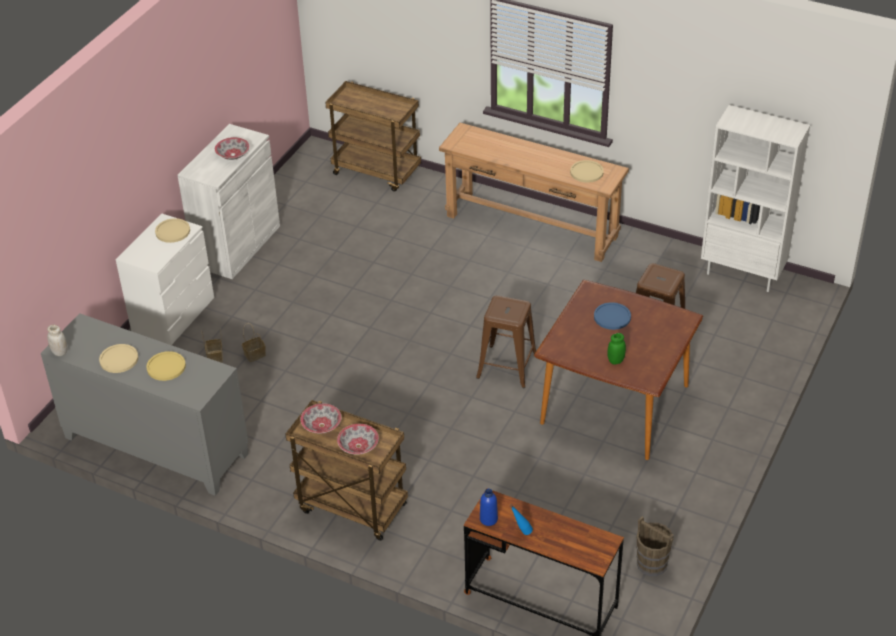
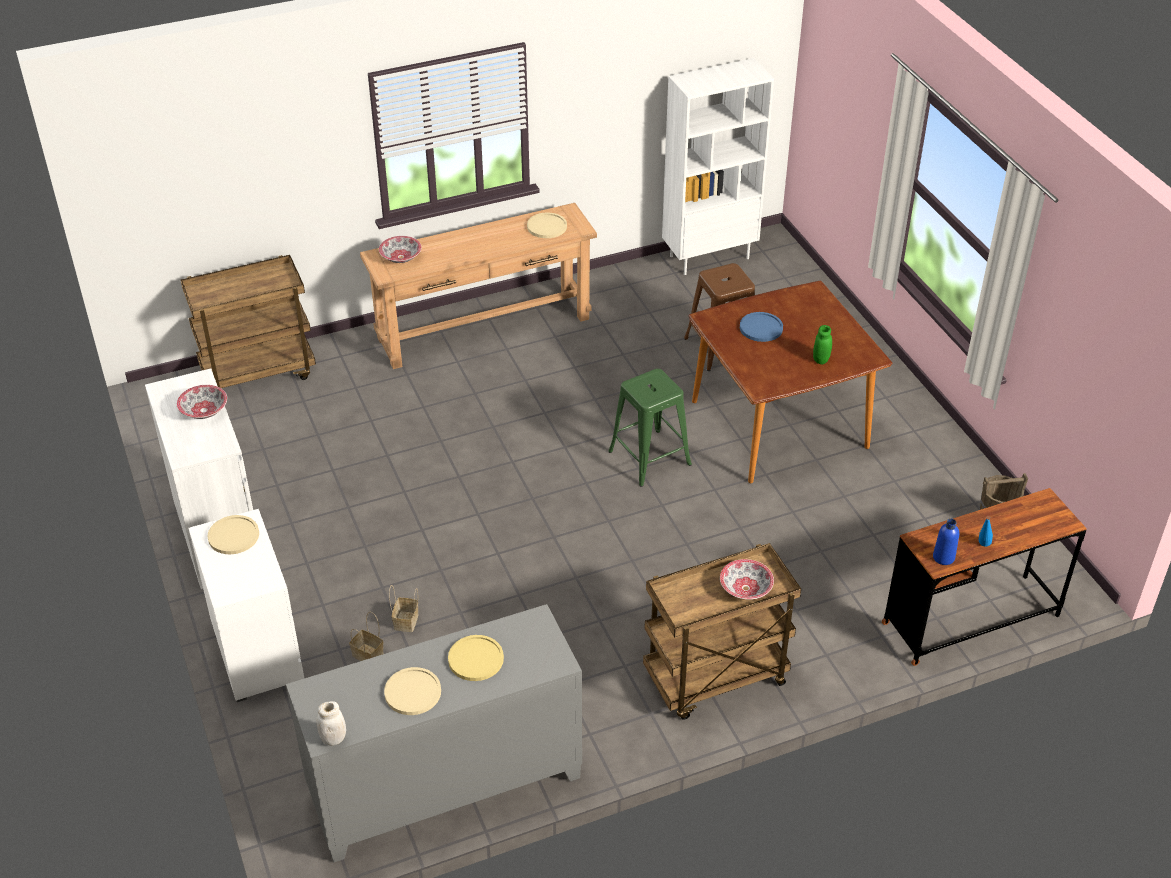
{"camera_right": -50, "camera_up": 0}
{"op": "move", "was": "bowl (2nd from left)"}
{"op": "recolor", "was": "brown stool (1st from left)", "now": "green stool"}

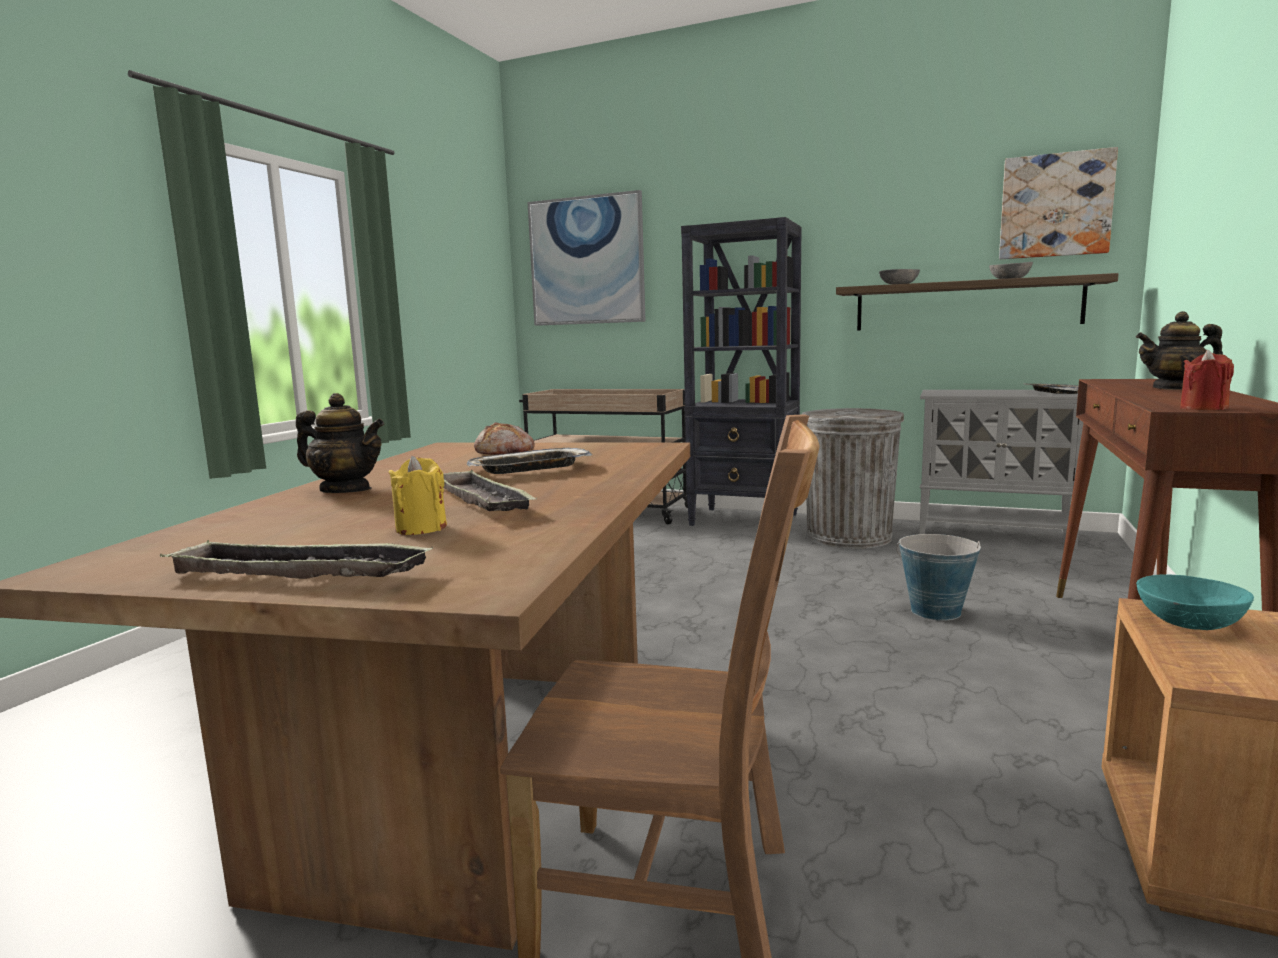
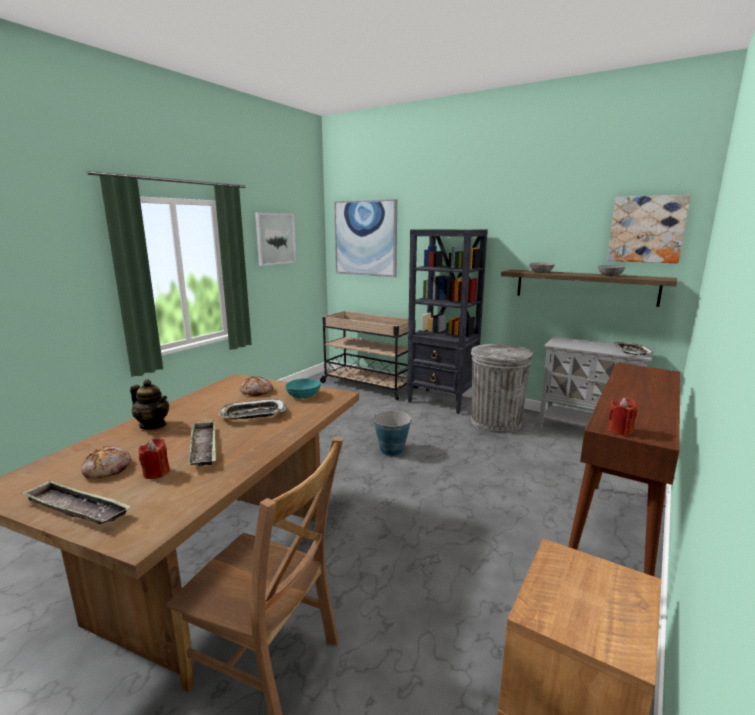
{"camera_right": 10, "camera_up": 5}
{"op": "insert", "now": "bread (1st from left)"}
{"op": "recolor", "was": "yellow candle", "now": "red candle (1st from left)"}
{"op": "insert", "now": "picture (1st from left)"}
{"op": "move", "was": "turquoise bowl"}
{"op": "move", "was": "bucket"}
{"op": "delete", "was": "teapot (2nd from left)"}

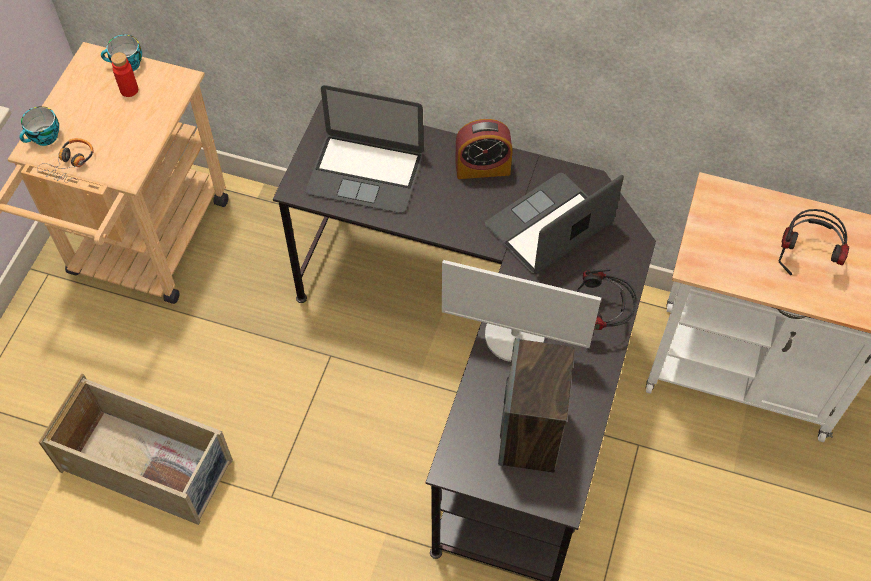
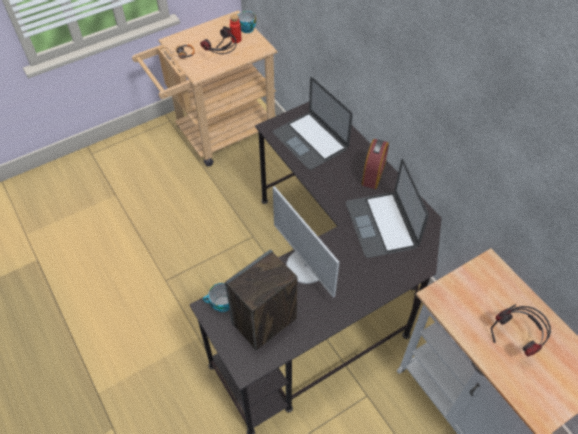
{"camera_right": 40, "camera_up": -5}
{"op": "move", "was": "headphones (2nd from left)"}
{"op": "move", "was": "cup (1st from left)"}
{"op": "rotate", "was": "laptop (2nd from left)", "clockwise": -105}
{"op": "rotate", "was": "alarm clock", "clockwise": -105}
{"op": "delete", "was": "beige storage box"}

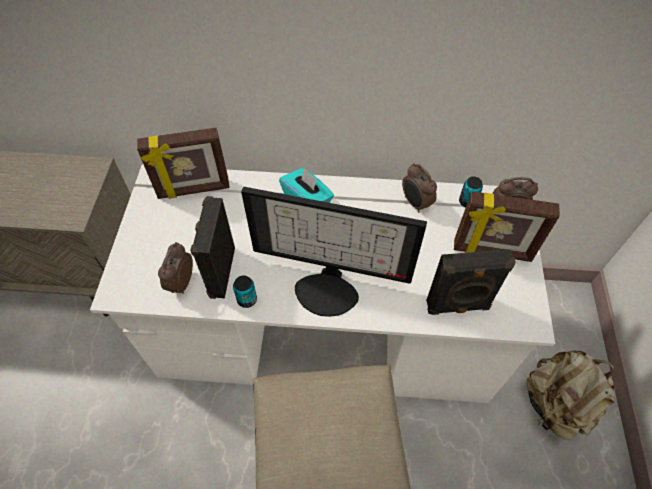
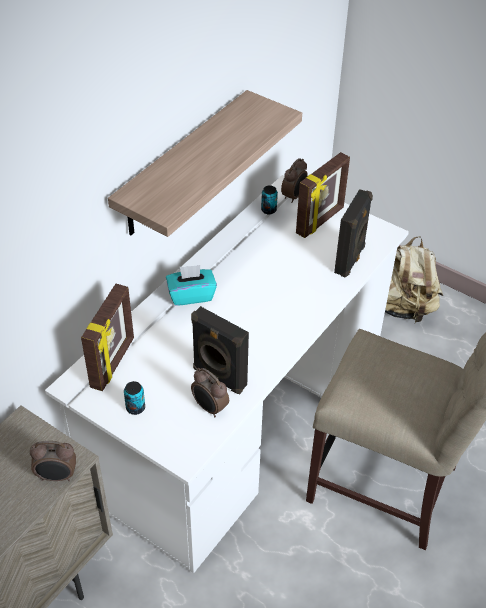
{"camera_right": -60, "camera_up": -10}
{"op": "move", "was": "alarm clock (2nd from left in the first image)", "now": "alarm clock (1st from left)"}
{"op": "insert", "now": "shelf"}
{"op": "move", "was": "can (1st from left)"}
{"op": "delete", "was": "monitor"}

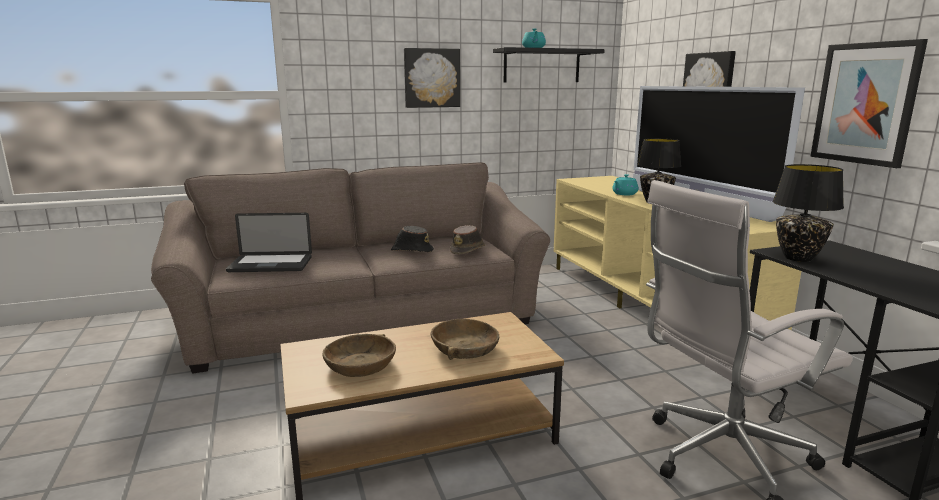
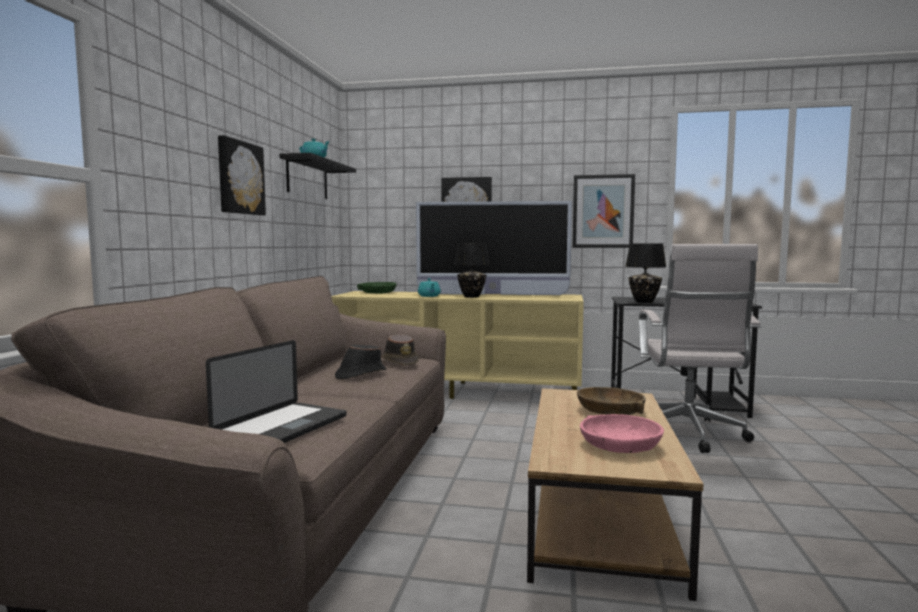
{"camera_right": -60, "camera_up": -10}
{"op": "insert", "now": "green bowl"}
{"op": "recolor", "was": "brown bowl (1st from left)", "now": "pink bowl"}

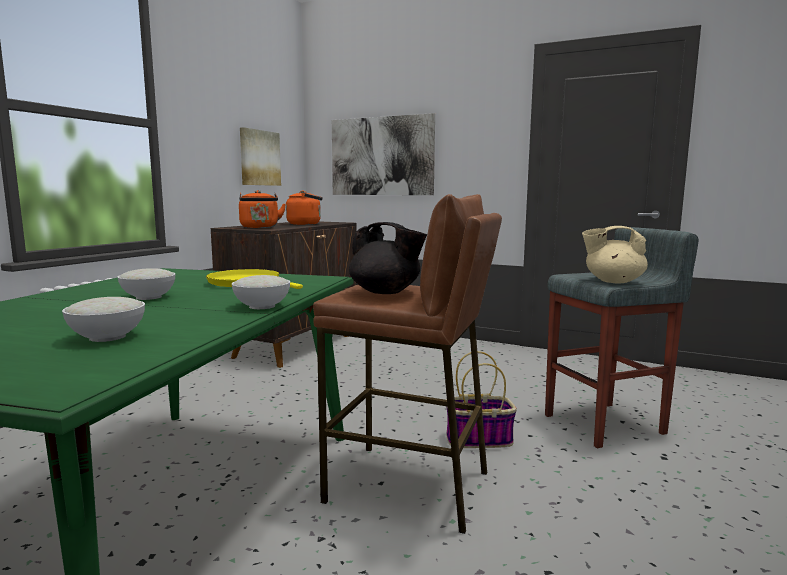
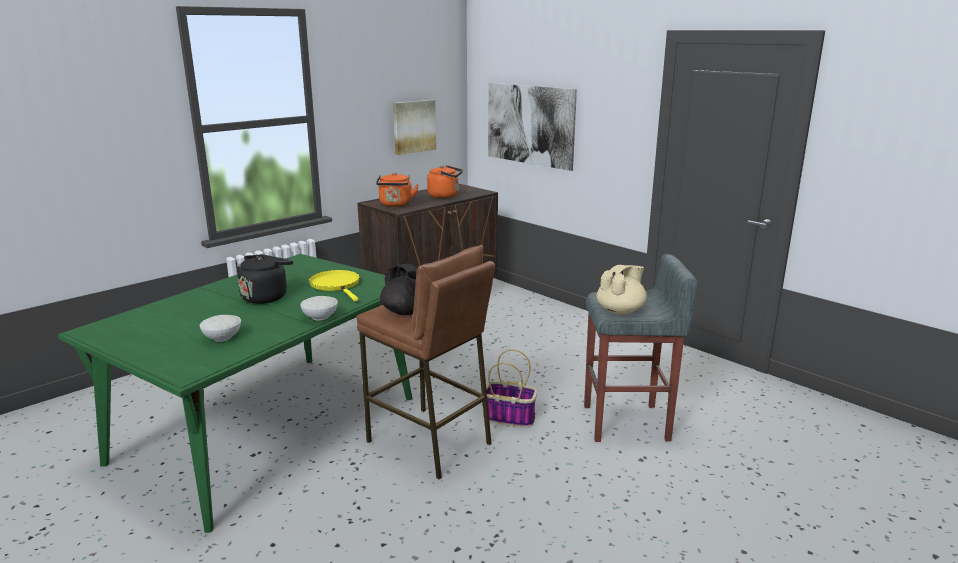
{"camera_right": 20, "camera_up": 10}
{"op": "replace", "was": "white bowl (2nd from left)", "now": "black kettle"}
{"op": "rotate", "was": "beige teapot", "clockwise": 105}

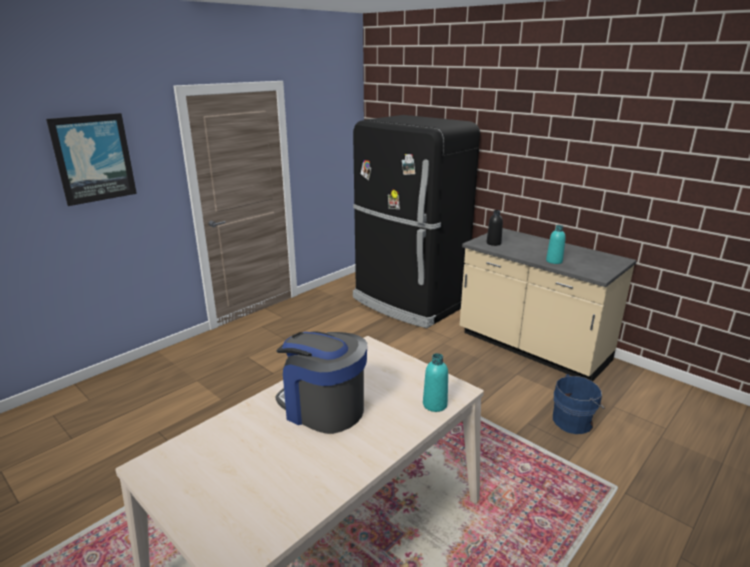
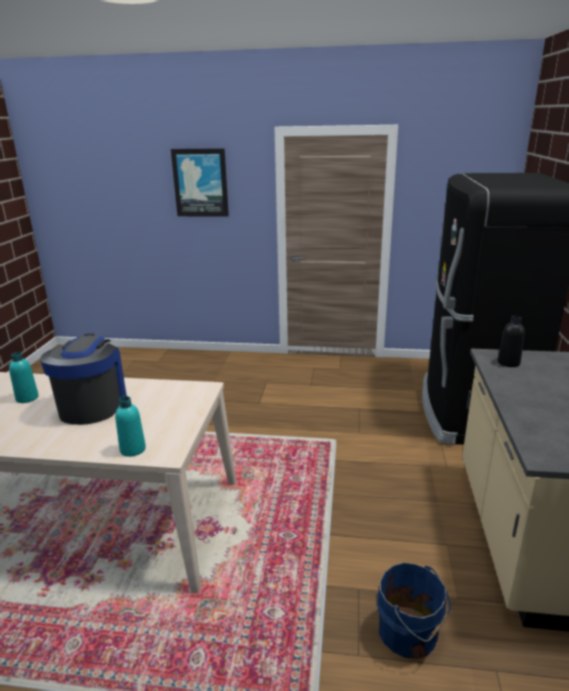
{"camera_right": 55, "camera_up": 0}
{"op": "move", "was": "turquoise bottle (2nd from left in the first image)", "now": "turquoise bottle (1st from left)"}

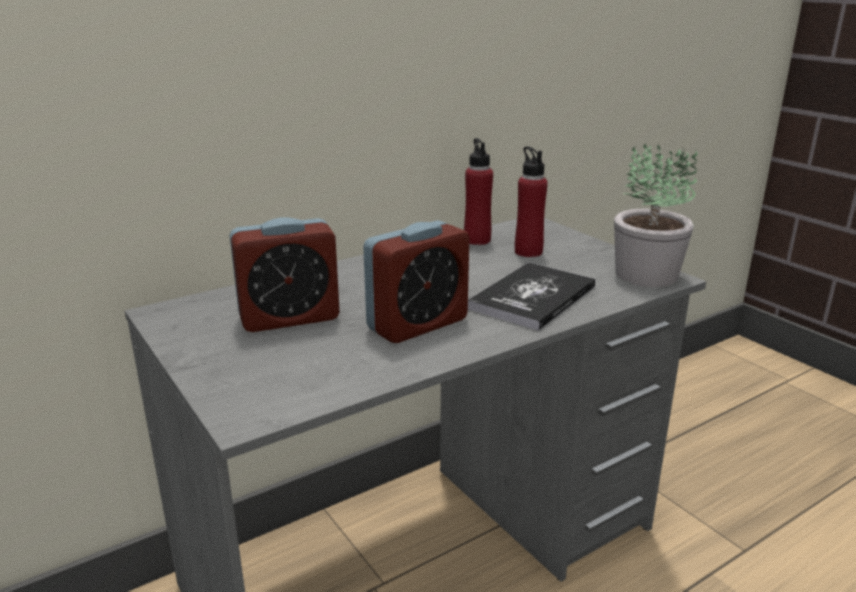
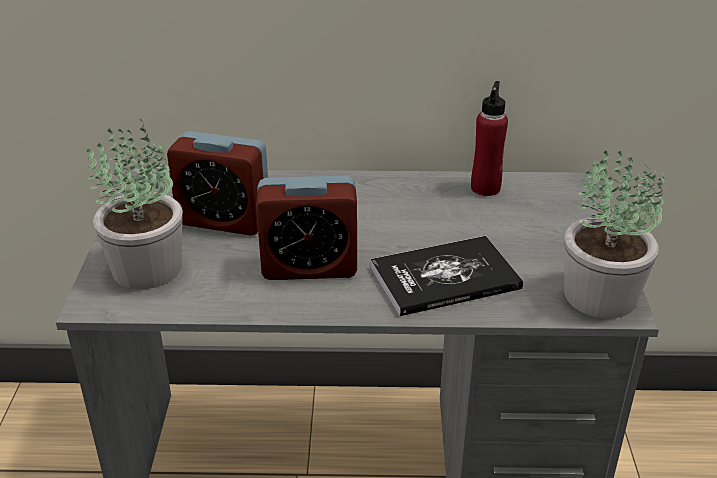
{"camera_right": 35, "camera_up": 10}
{"op": "insert", "now": "potted plant (1st from left)"}
{"op": "delete", "was": "red bottle (2nd from left)"}

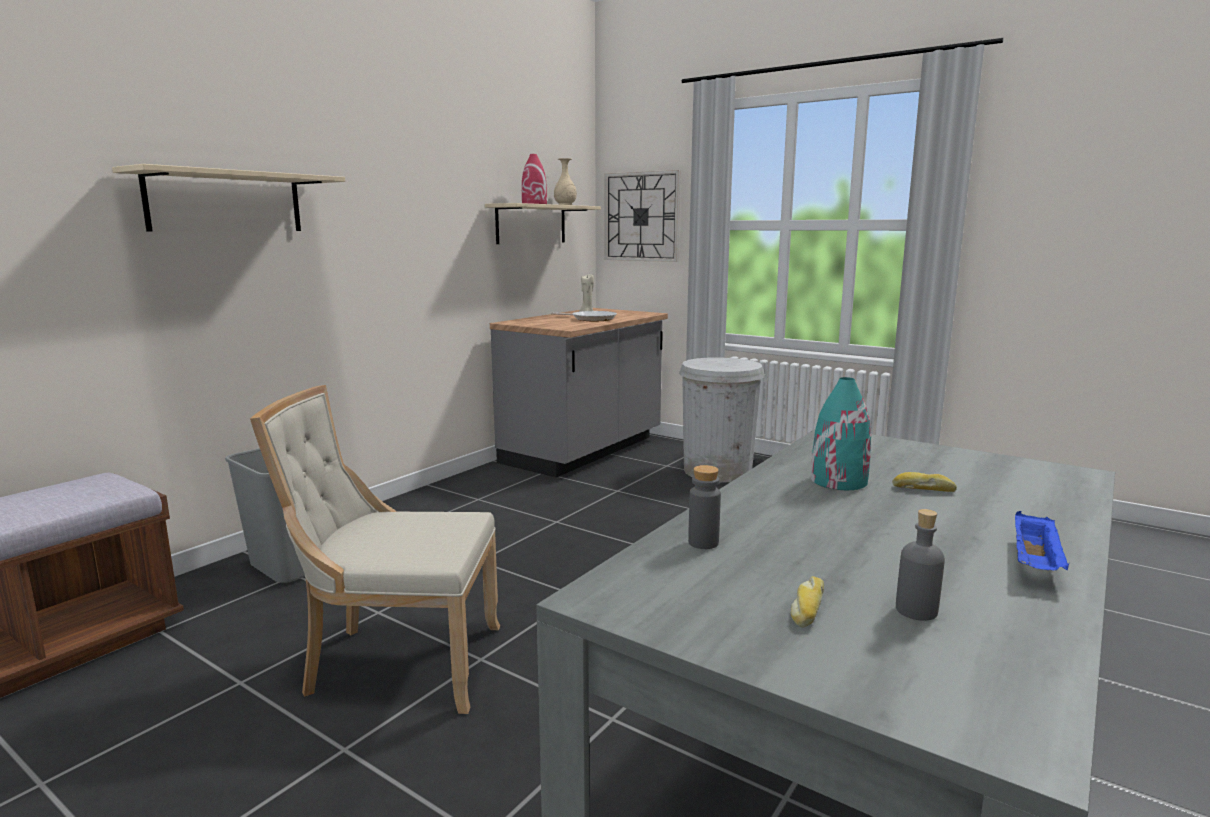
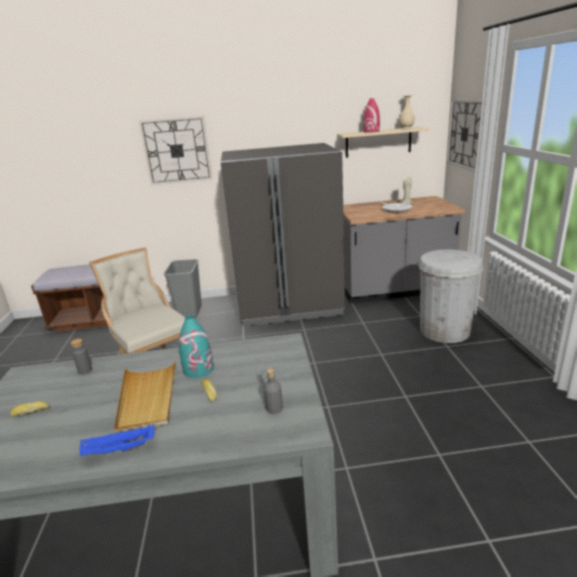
{"camera_right": 50, "camera_up": 10}
{"op": "insert", "now": "beige tray"}
{"op": "replace", "was": "beige shelf (1st from left)", "now": "wall clock (1st from left)"}
{"op": "insert", "now": "grey fridge"}
{"op": "move", "was": "grey bottle (2nd from left)"}

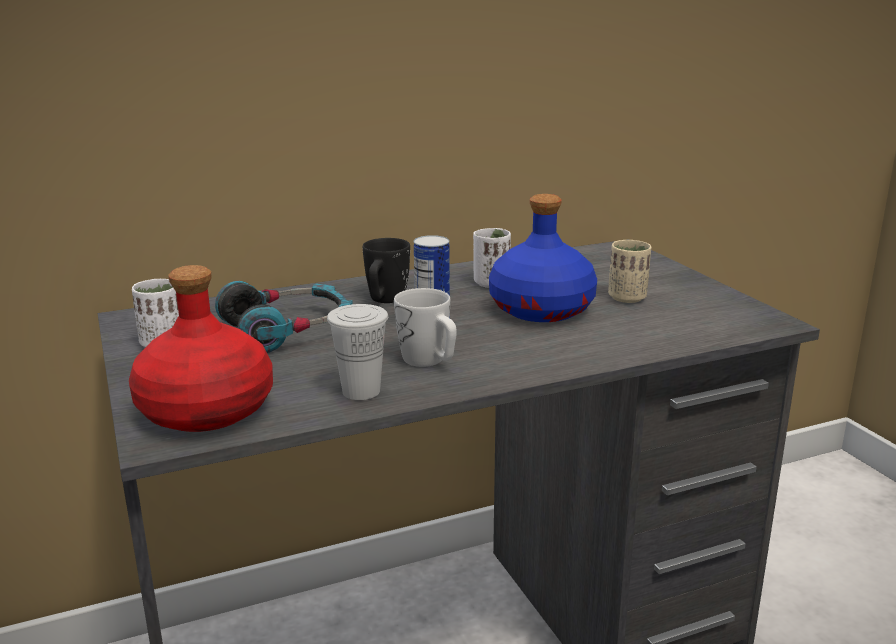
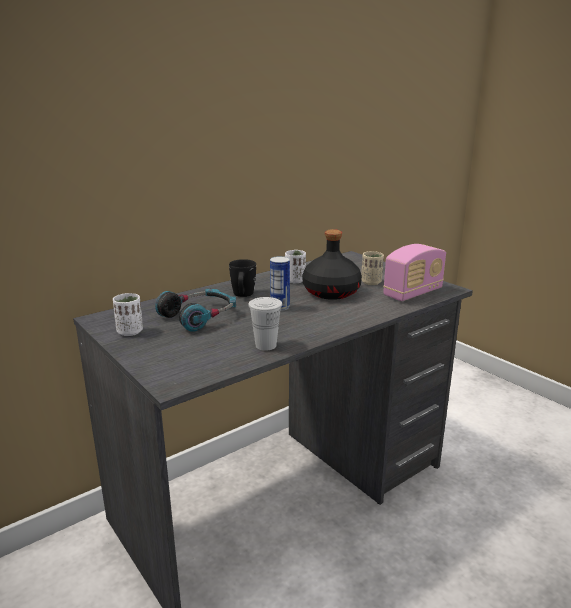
{"camera_right": -15, "camera_up": 0}
{"op": "recolor", "was": "blue bottle", "now": "black bottle"}
{"op": "insert", "now": "radio"}
{"op": "delete", "was": "red bottle"}
{"op": "delete", "was": "white mug"}

